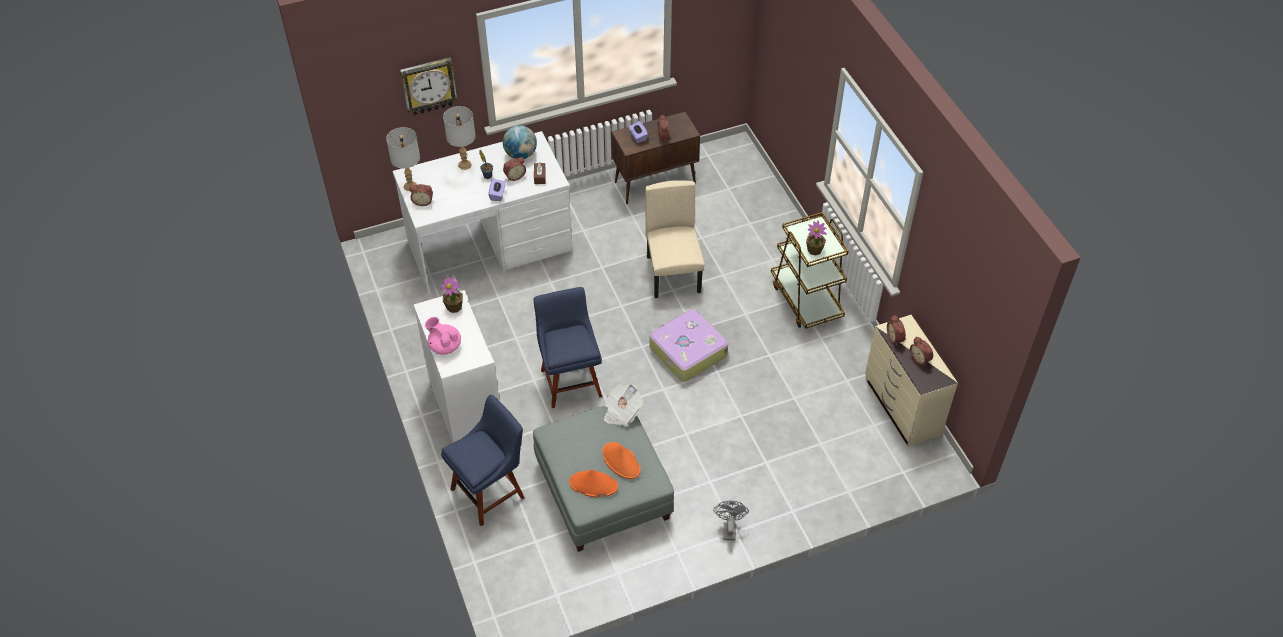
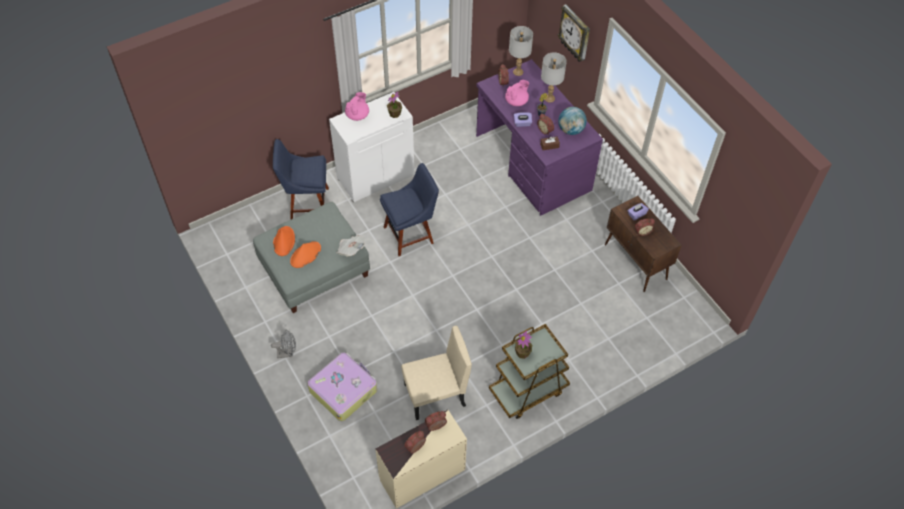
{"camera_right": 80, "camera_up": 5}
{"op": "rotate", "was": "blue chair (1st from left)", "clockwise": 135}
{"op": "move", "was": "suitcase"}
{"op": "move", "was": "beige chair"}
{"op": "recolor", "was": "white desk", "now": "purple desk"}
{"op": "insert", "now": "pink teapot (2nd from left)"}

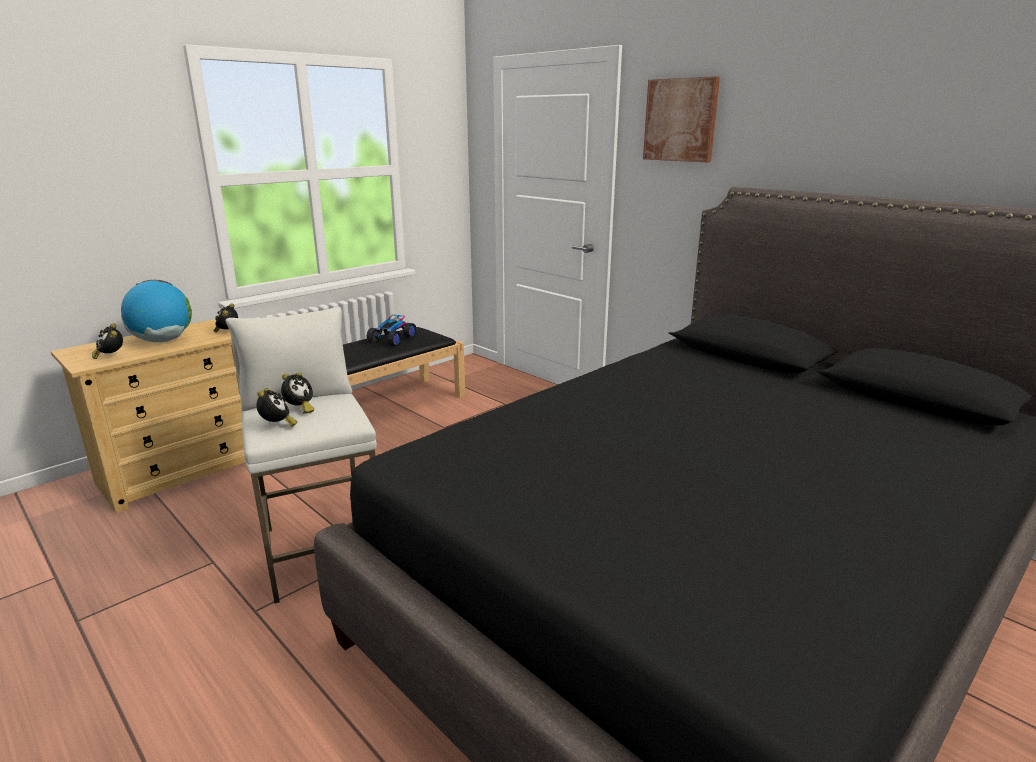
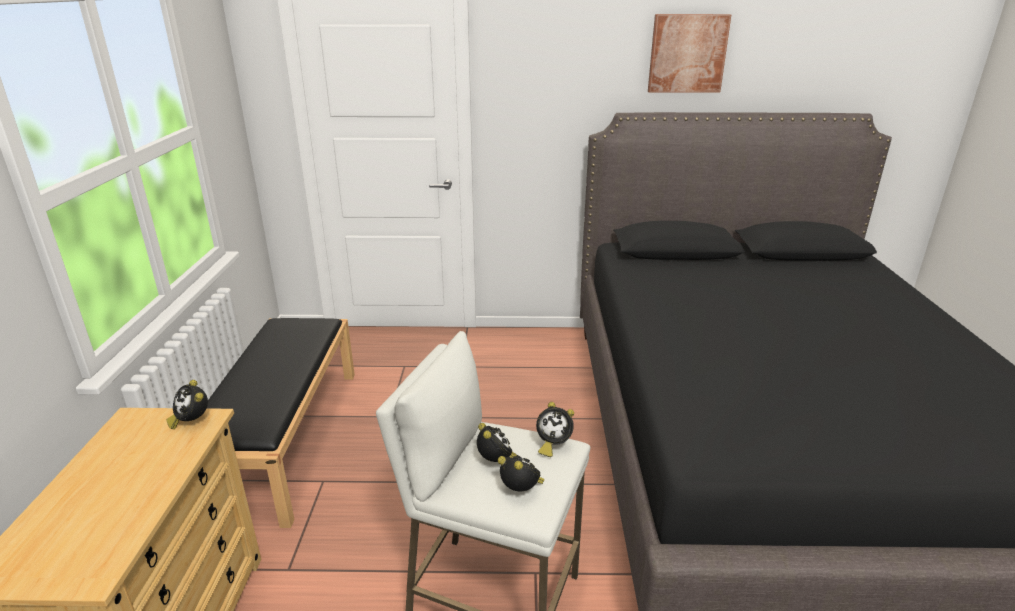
{"camera_right": -45, "camera_up": 5}
{"op": "move", "was": "alarm clock (1st from left in the first image)", "now": "alarm clock (4th from left)"}
{"op": "move", "was": "picture"}
{"op": "delete", "was": "globe"}
{"op": "delete", "was": "toy car"}

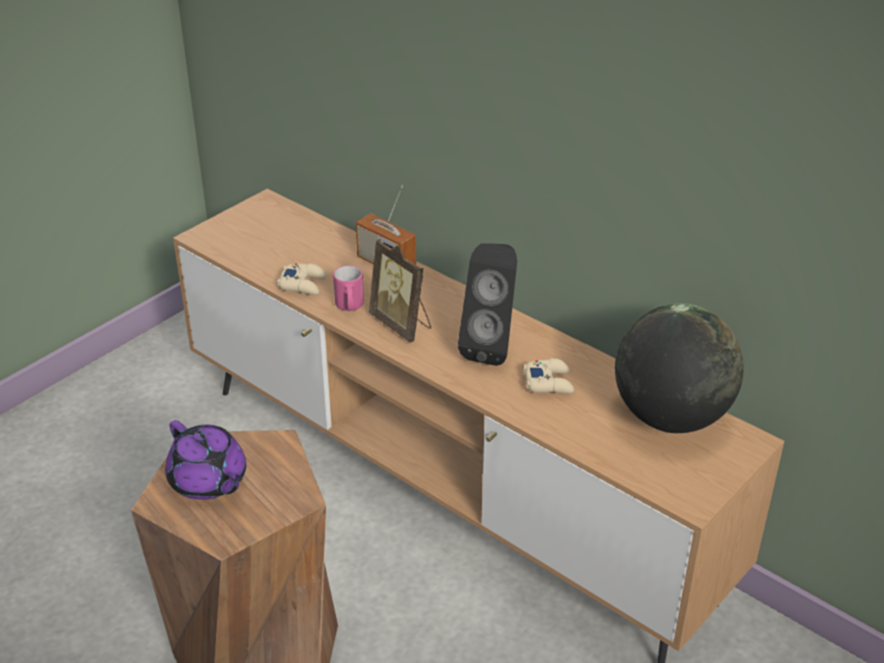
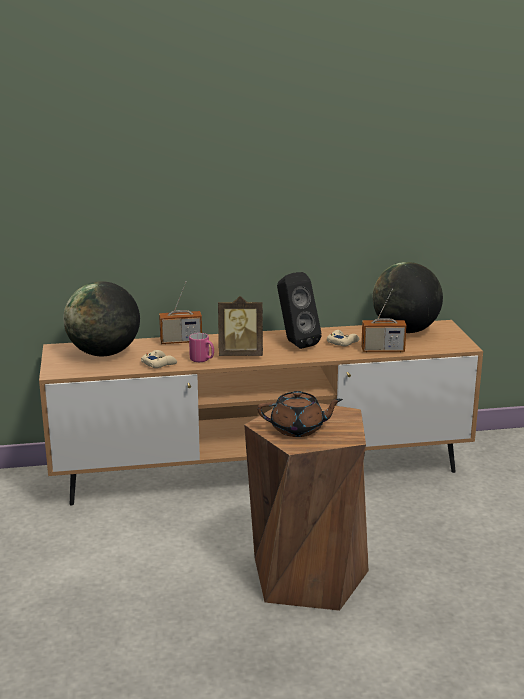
{"camera_right": -50, "camera_up": -15}
{"op": "insert", "now": "globe (1st from left)"}
{"op": "recolor", "was": "purple teapot", "now": "brown teapot"}
{"op": "insert", "now": "radio (2nd from left)"}

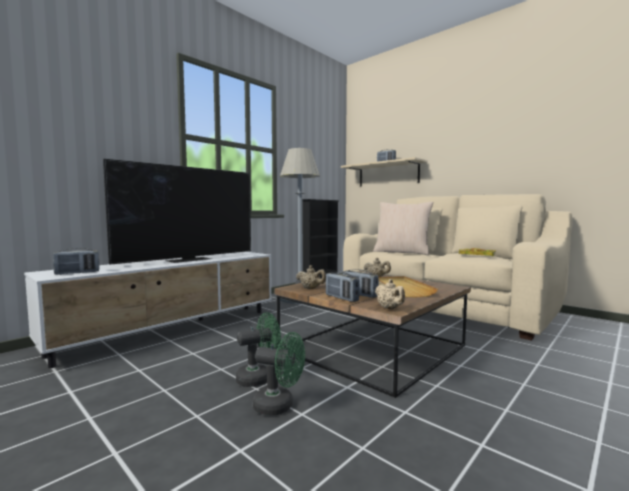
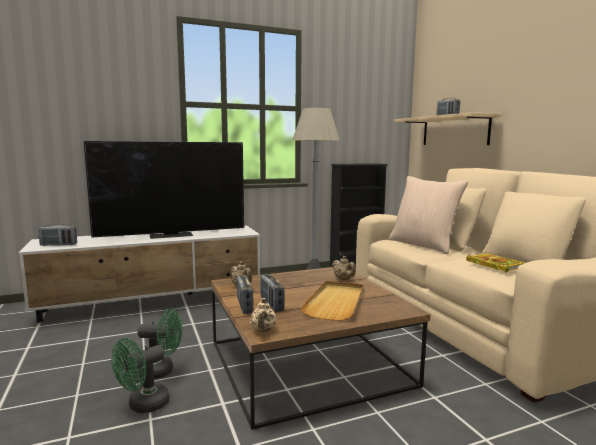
{"camera_right": 25, "camera_up": 5}
{"op": "rotate", "was": "green fan (2nd from left in the first image)", "clockwise": 90}

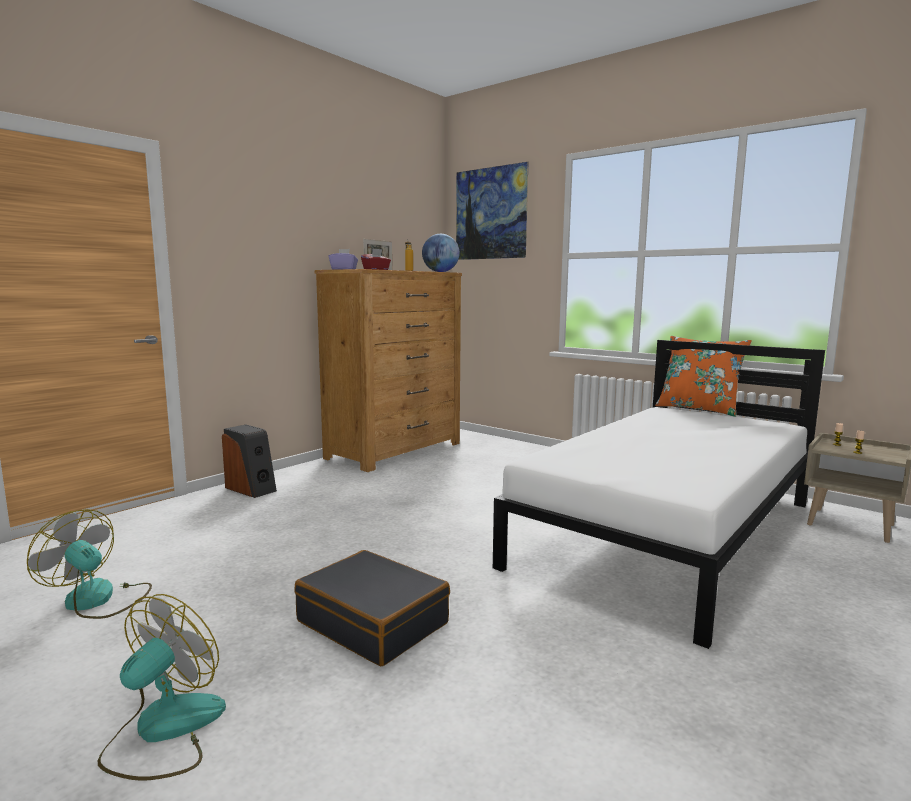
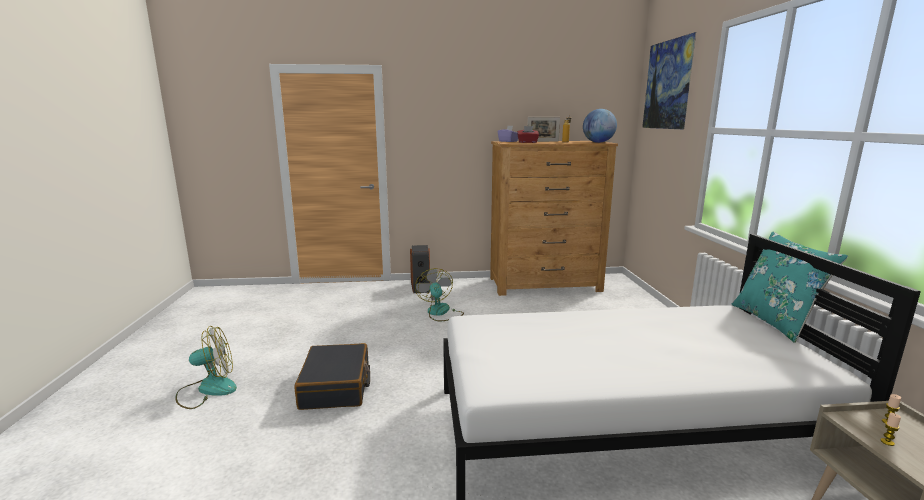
{"camera_right": 45, "camera_up": 5}
{"op": "move", "was": "fan (1st from left in the first image)", "now": "fan (2nd from left)"}
{"op": "recolor", "was": "orange pillow", "now": "turquoise pillow"}

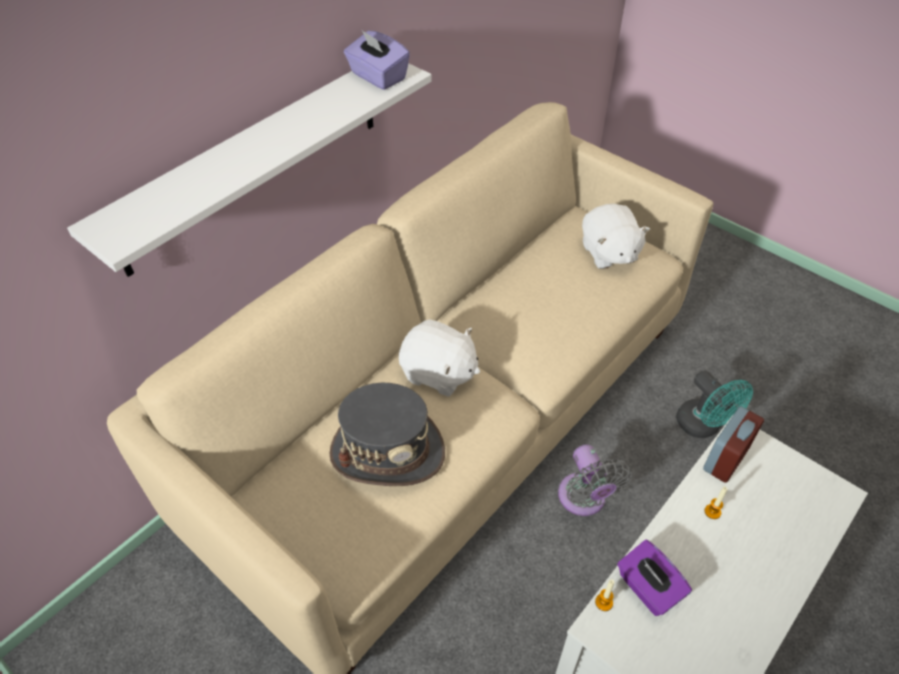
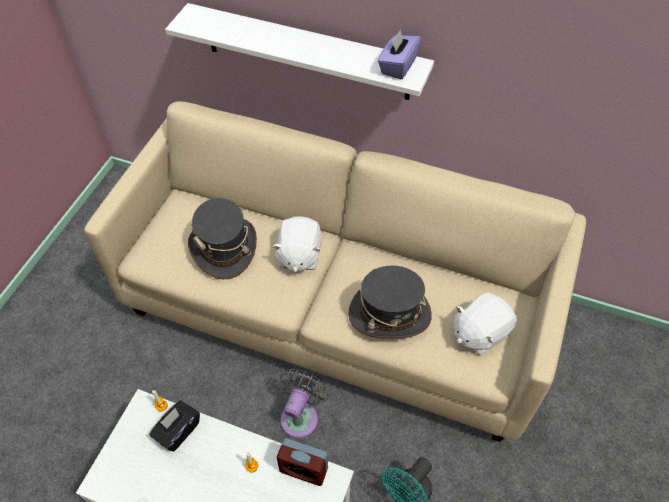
{"camera_right": 70, "camera_up": 5}
{"op": "recolor", "was": "purple tissue box (2nd from left)", "now": "black tissue box"}
{"op": "rotate", "was": "grey fan", "clockwise": 150}
{"op": "insert", "now": "grey hat (2nd from left)"}

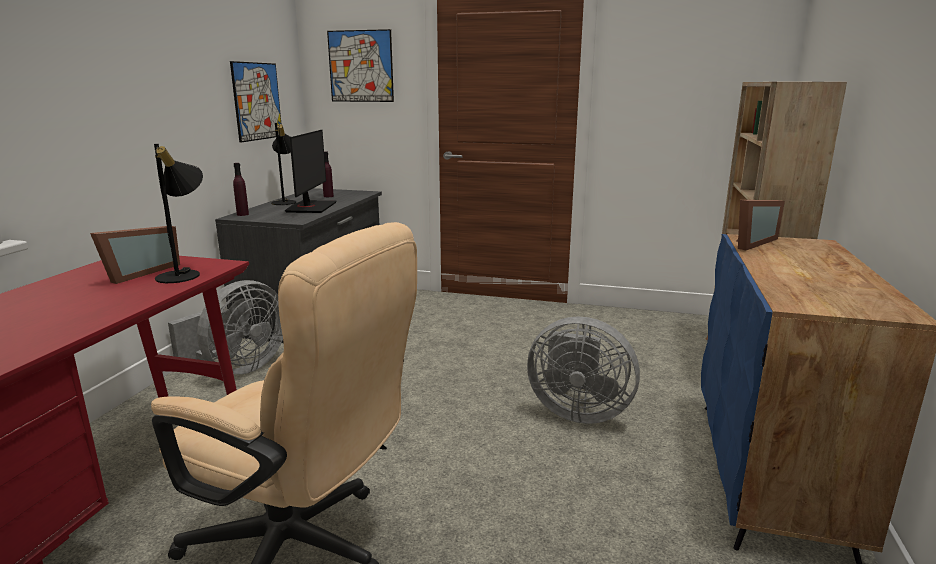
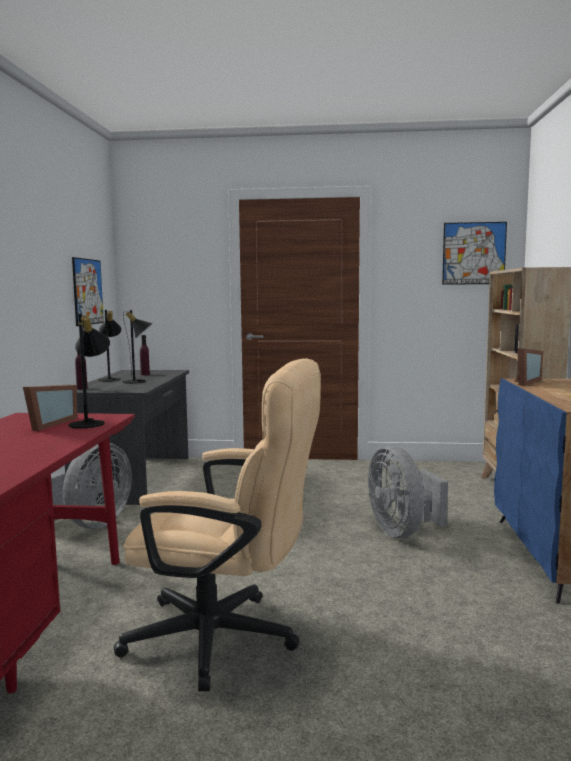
{"camera_right": -10, "camera_up": -10}
{"op": "replace", "was": "monitor", "now": "black table lamp (3rd from left)"}
{"op": "rotate", "was": "grey fan (2nd from left)", "clockwise": 60}
{"op": "move", "was": "picture (2nd from left)"}

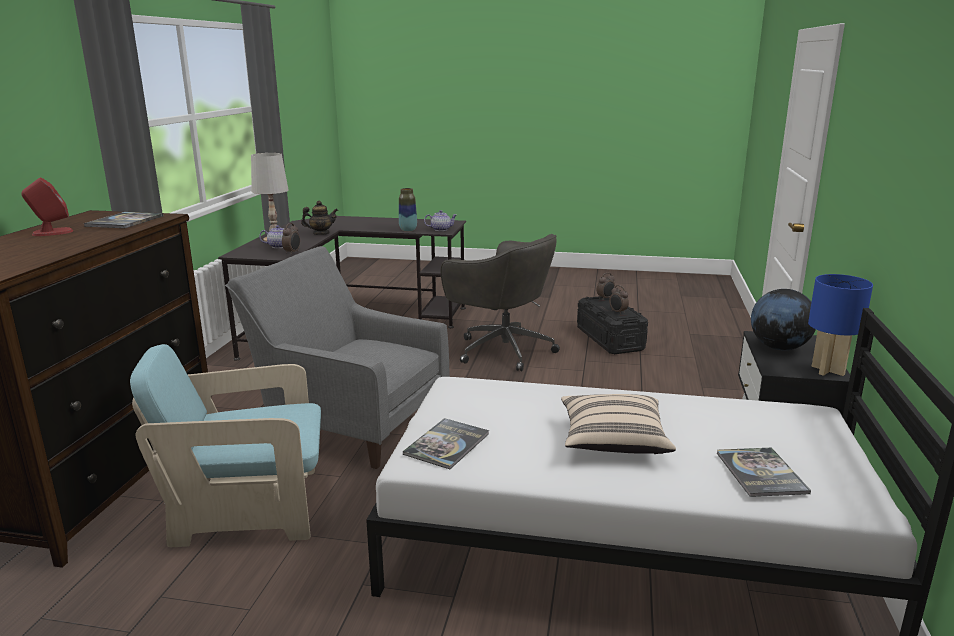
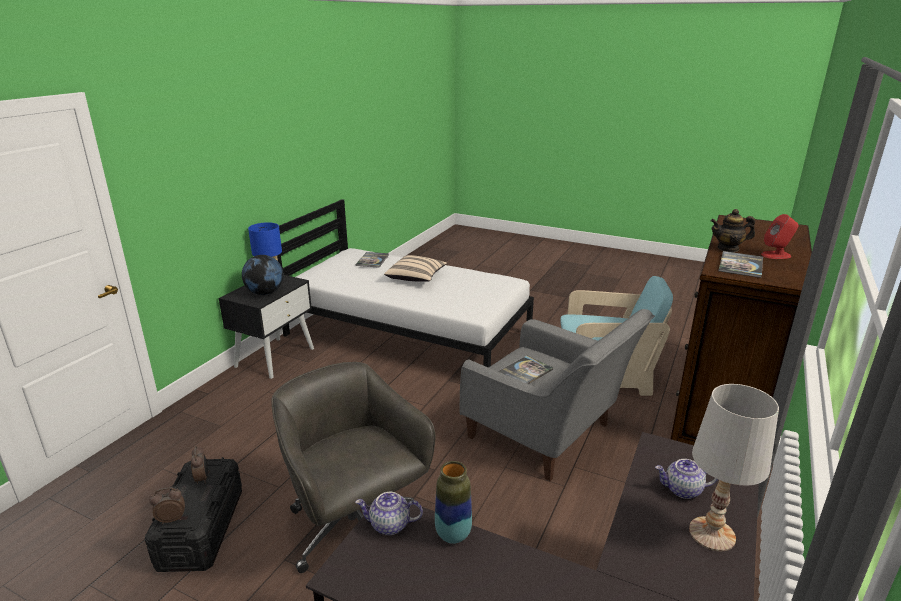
{"camera_right": -165, "camera_up": 5}
{"op": "move", "was": "book (2nd from left)"}
{"op": "move", "was": "teapot (2nd from left in the first image)", "now": "teapot (3rd from left)"}
{"op": "delete", "was": "alarm clock (1st from left)"}

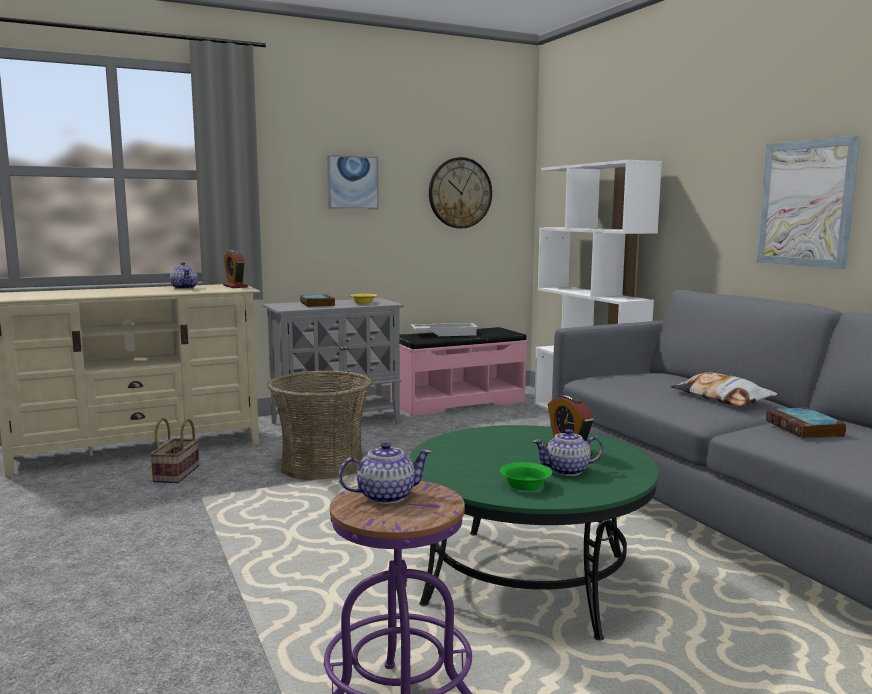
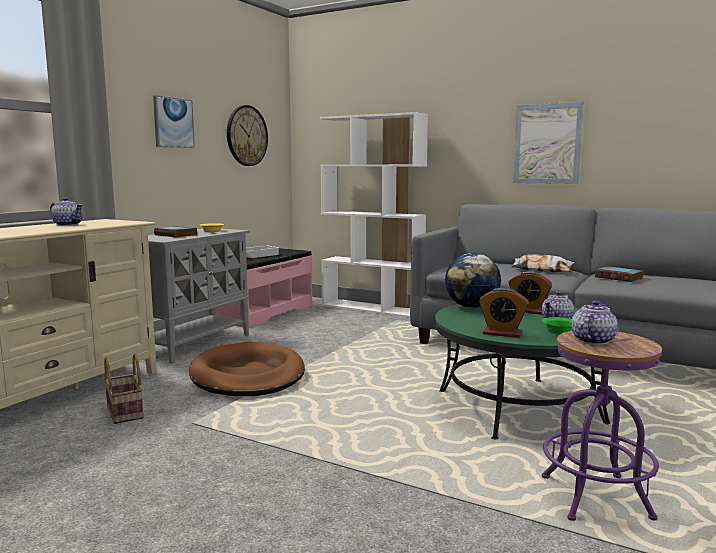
{"camera_right": -35, "camera_up": 0}
{"op": "replace", "was": "basket (2nd from left)", "now": "brown dog bed"}
{"op": "insert", "now": "globe"}
{"op": "move", "was": "alarm clock (1st from left)"}

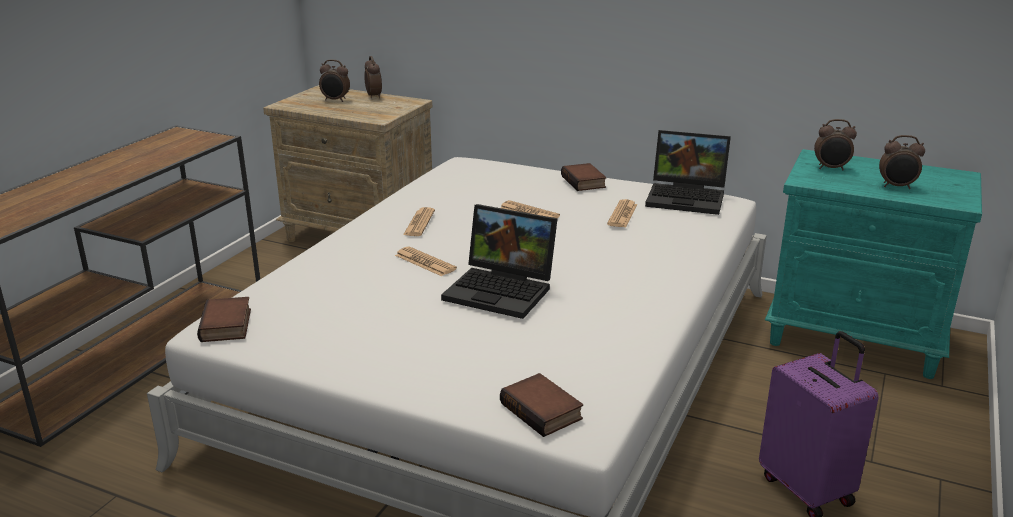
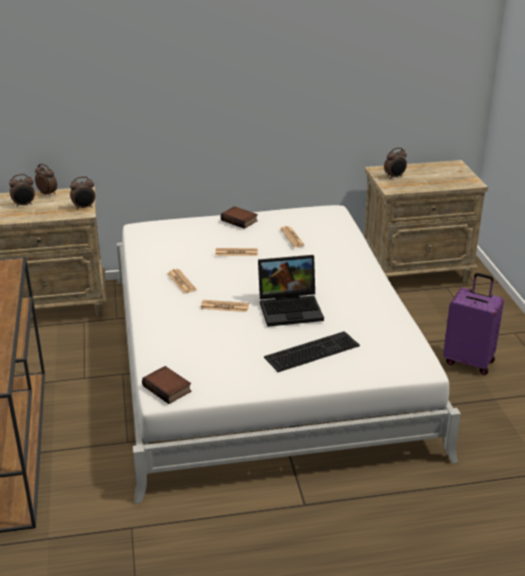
{"camera_right": -35, "camera_up": 5}
{"op": "move", "was": "alarm clock (4th from left in the first image)", "now": "alarm clock (3rd from left)"}
{"op": "insert", "now": "keyboard"}
{"op": "recolor", "was": "turquoise nightstand", "now": "beige nightstand (2nd from left)"}
{"op": "delete", "was": "book (2nd from left)"}
{"op": "delete", "was": "laptop (2nd from left)"}

